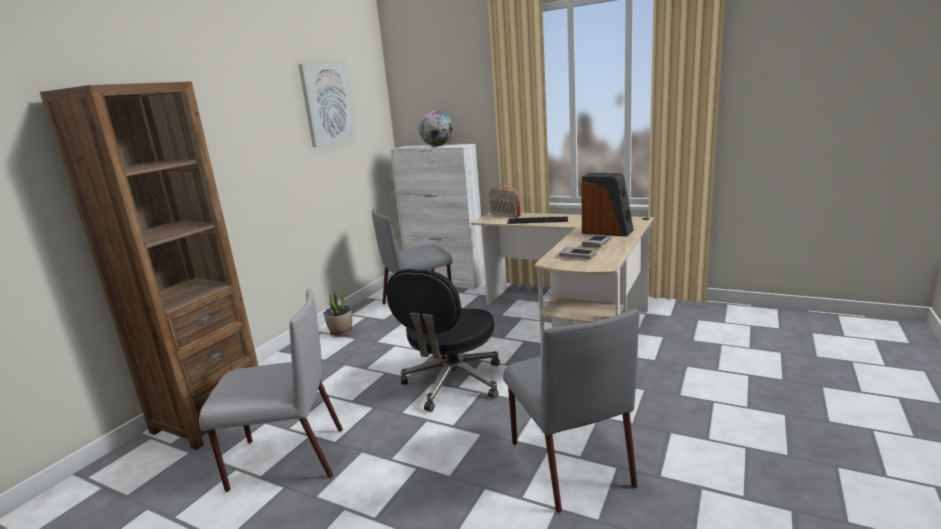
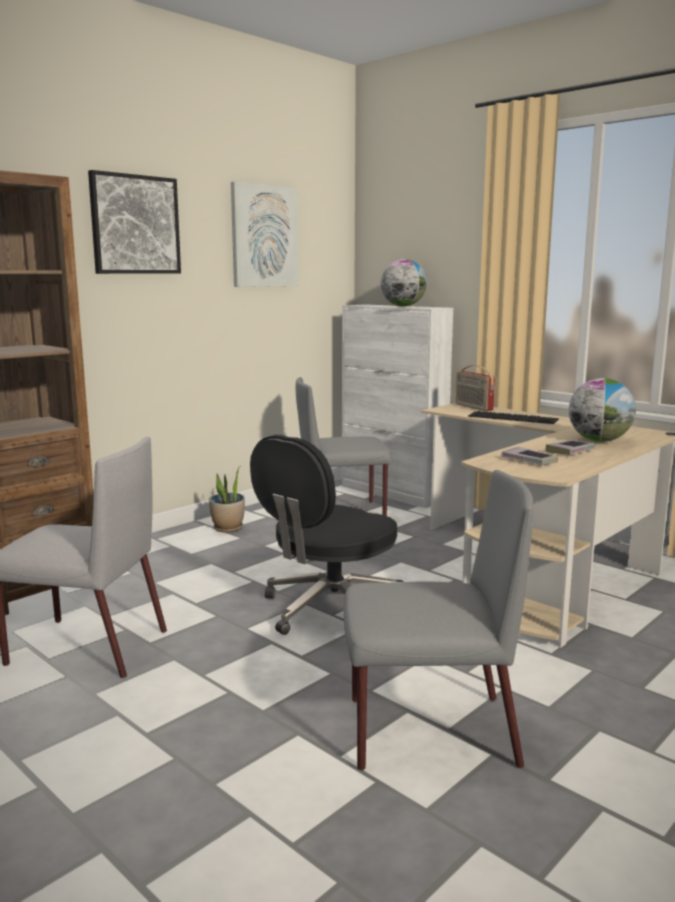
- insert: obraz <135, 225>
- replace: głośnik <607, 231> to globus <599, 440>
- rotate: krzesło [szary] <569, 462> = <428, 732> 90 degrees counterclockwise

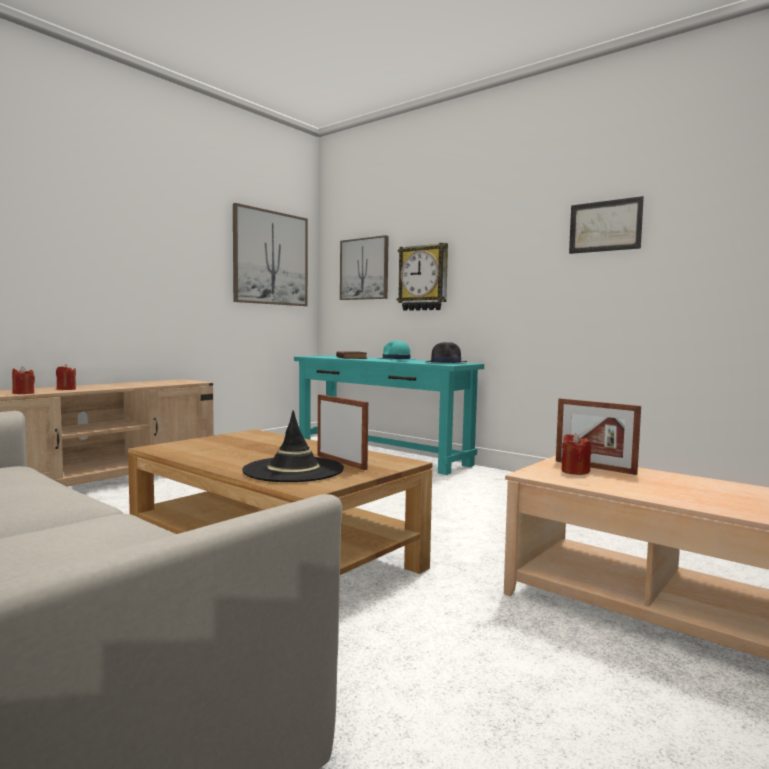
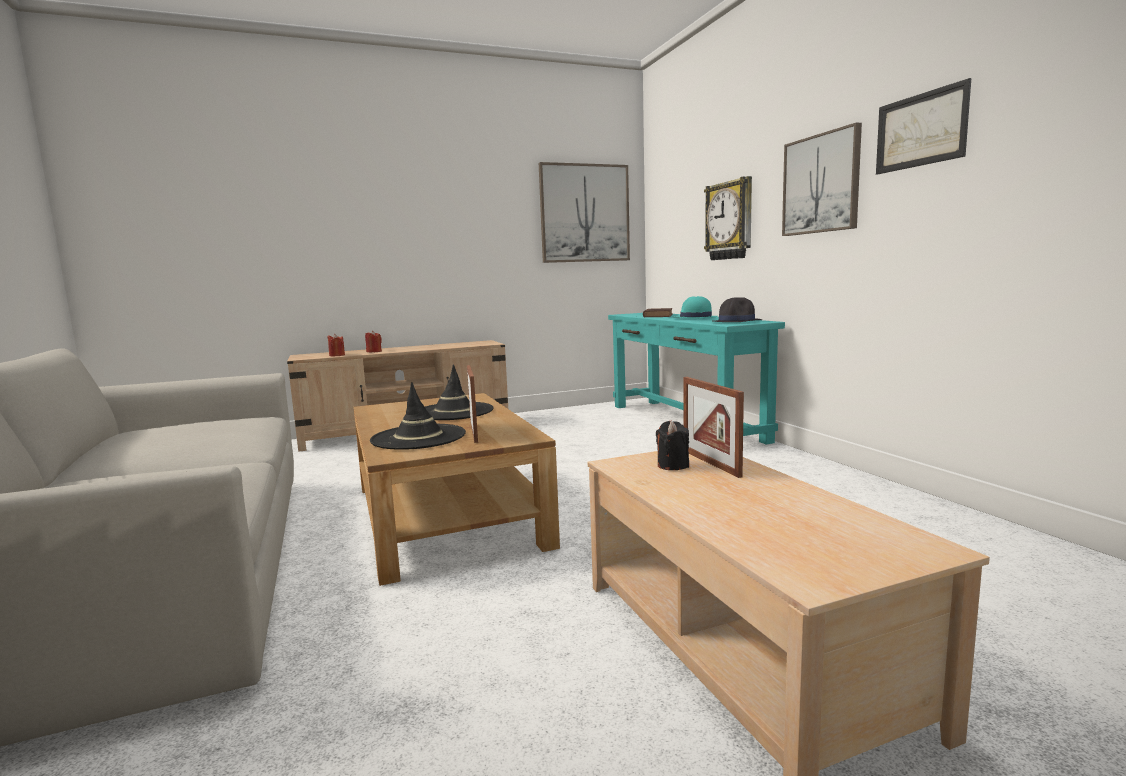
- insert: kapelusz [czarny] <454, 412>
- move: obraz <364, 269> to <821, 184>
- recolor: świeca [czerwony] <575, 471> to świeca [czarny] <673, 465>

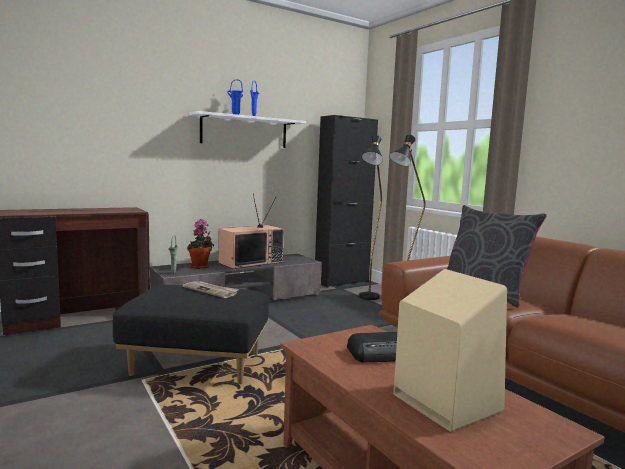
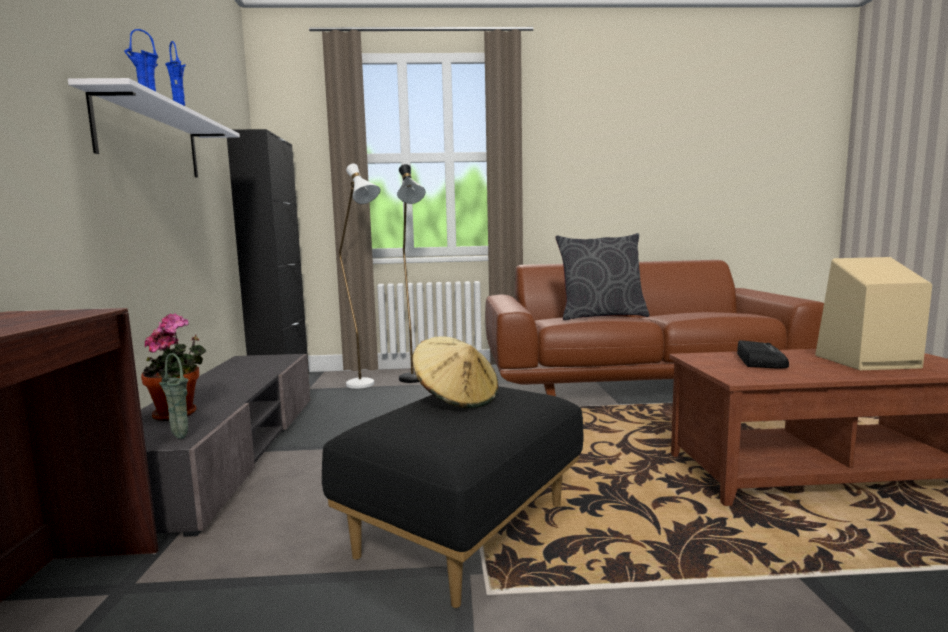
- delete: telewizor <251, 262>
- replace: gazeta <211, 291> to kapelusz [beżowy] <456, 399>
- recolor: lampa stojąca [czarny] <368, 299> to lampa stojąca [biały] <366, 386>

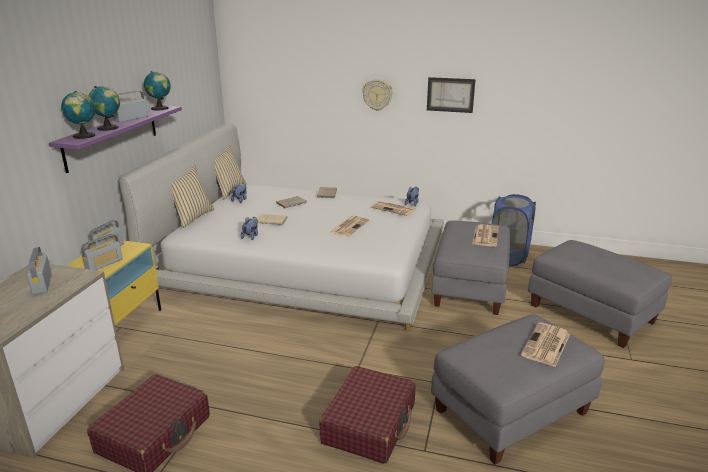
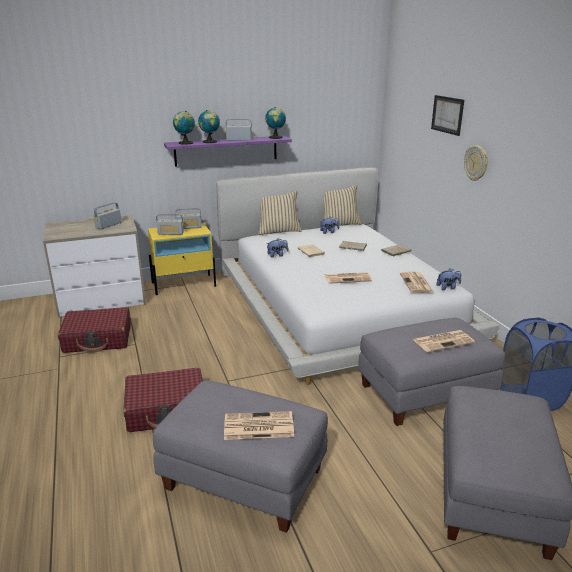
- move: obraz <450, 95> to <447, 114>

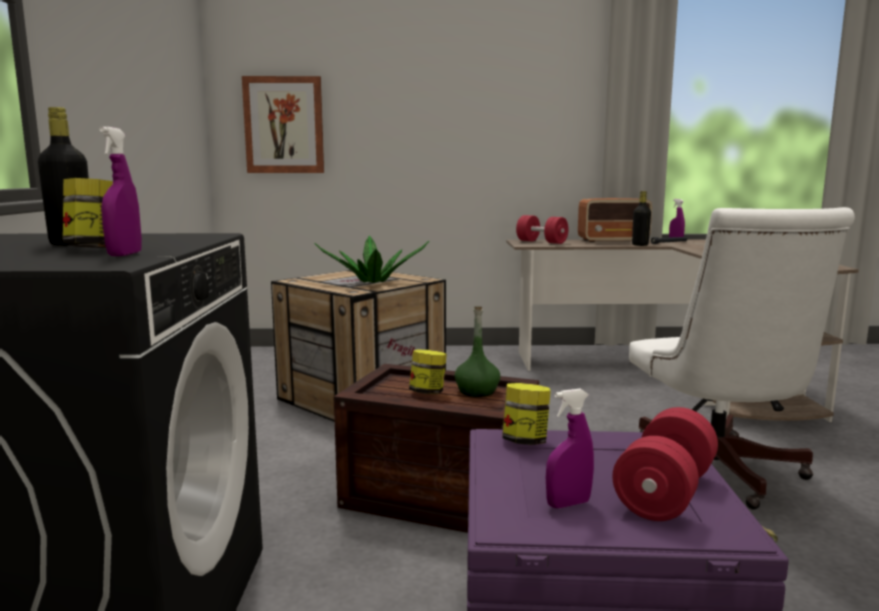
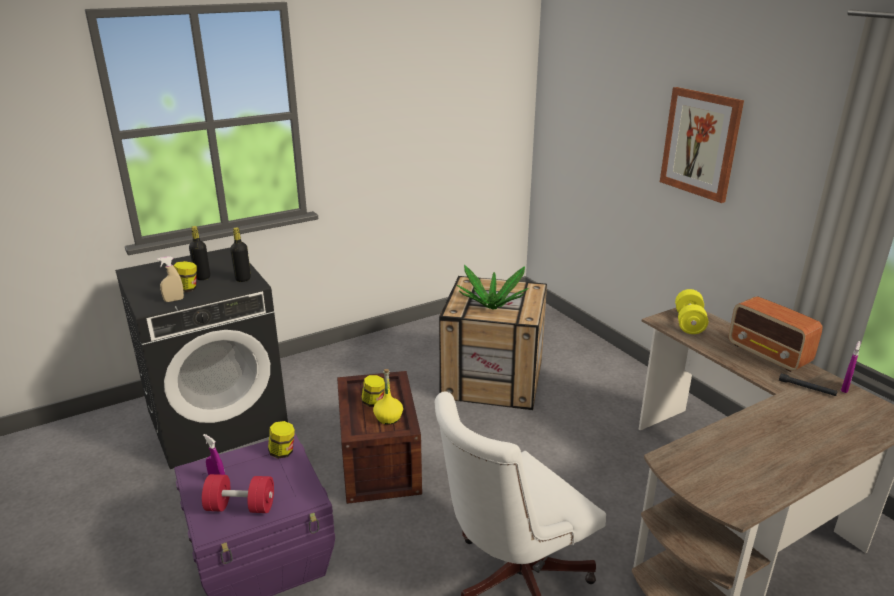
- move: obraz <284, 125> to <700, 143>
- move: butelka [czarny] <640, 245> to <243, 279>
- recolor: spryskiwacz [fioletowy] <125, 254> to spryskiwacz [beżowy] <174, 300>
- recolor: butelka [zielony] <477, 391> to butelka [żółty] <388, 418>
- recolor: hantel [czerwony] <541, 242> to hantel [żółty] <689, 323>

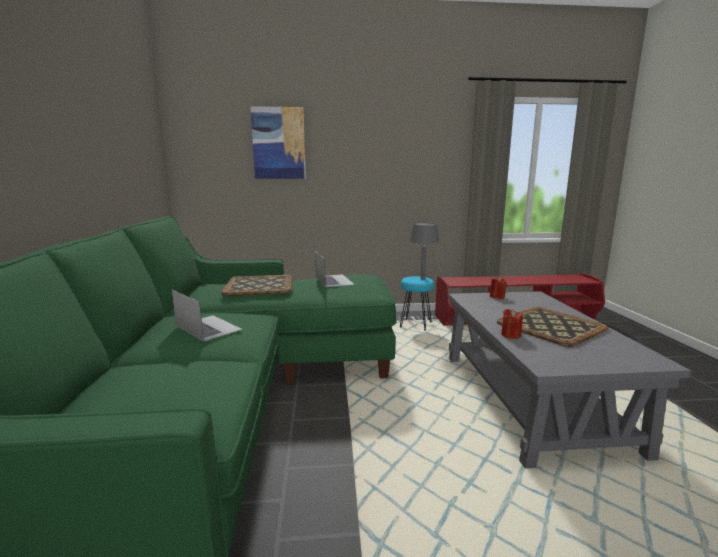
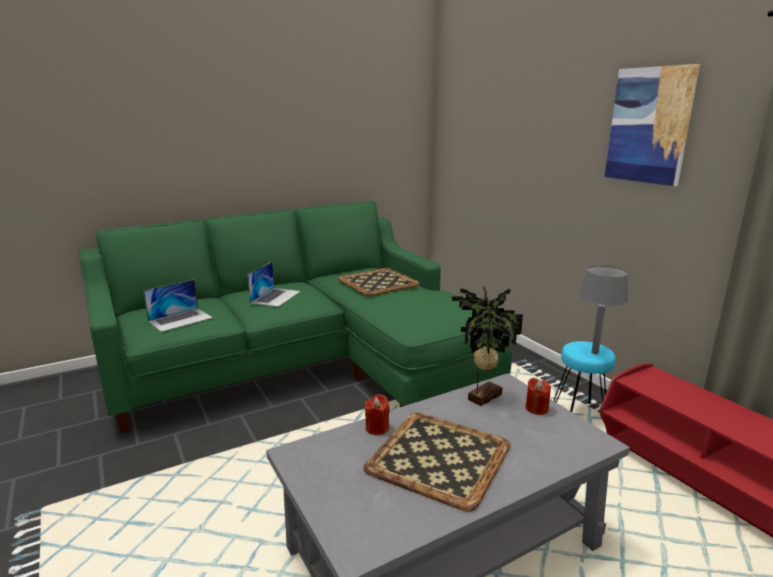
- insert: roślina doniczkowa <482, 396>
- move: obraz <279, 143> to <649, 125>
- move: laptop <334, 280> to <180, 319>

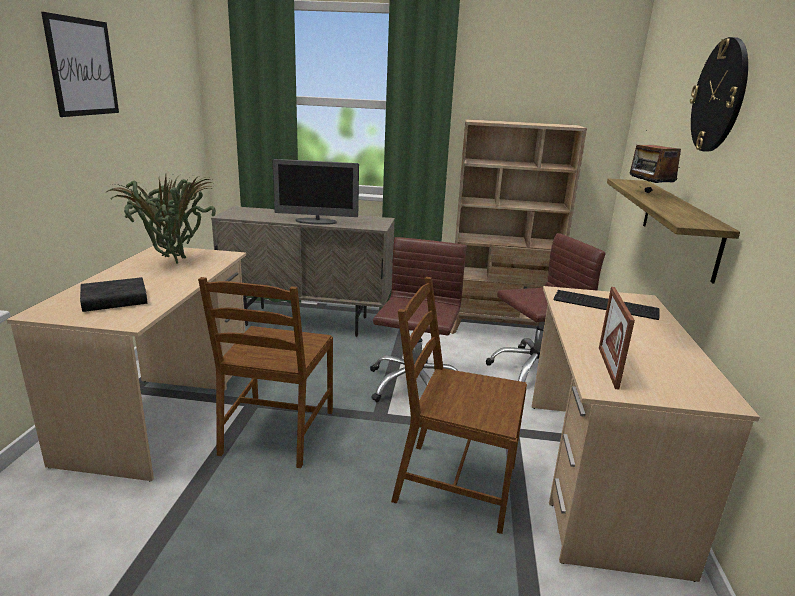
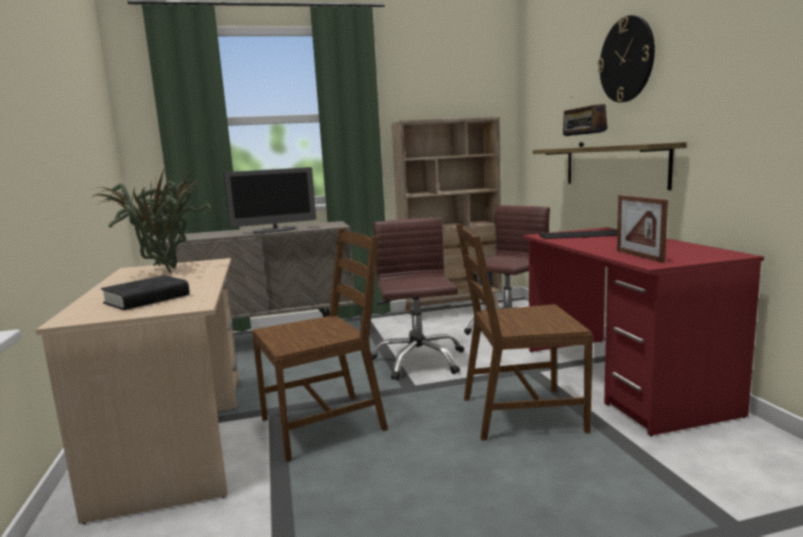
- delete: obraz <82, 67>
- recolor: biurko [beżowy] <597, 477> to biurko [czerwony] <620, 379>
- rotate: krzesło [brązowy] <277, 432> = <324, 424> 105 degrees counterclockwise

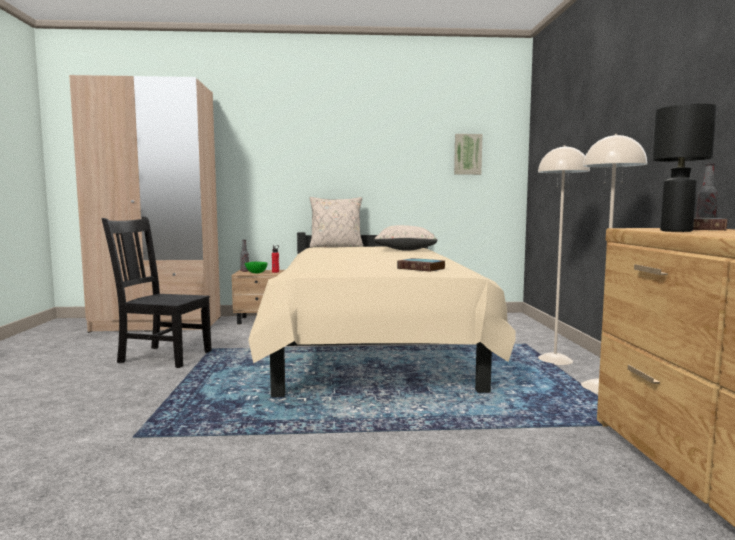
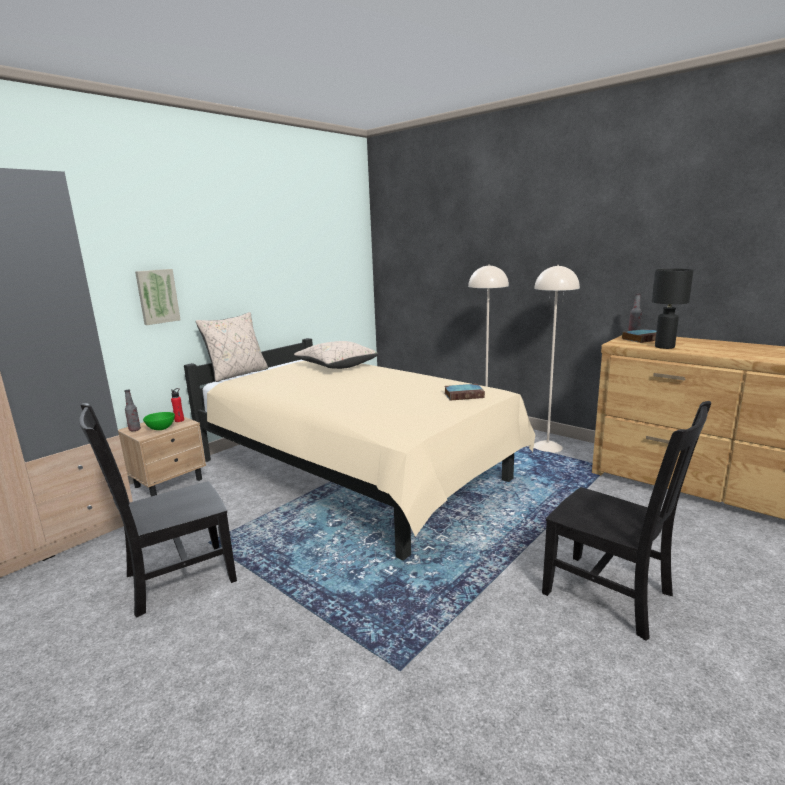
- insert: krzesło [czarny] <611, 595>
- move: obraz <467, 154> to <157, 296>

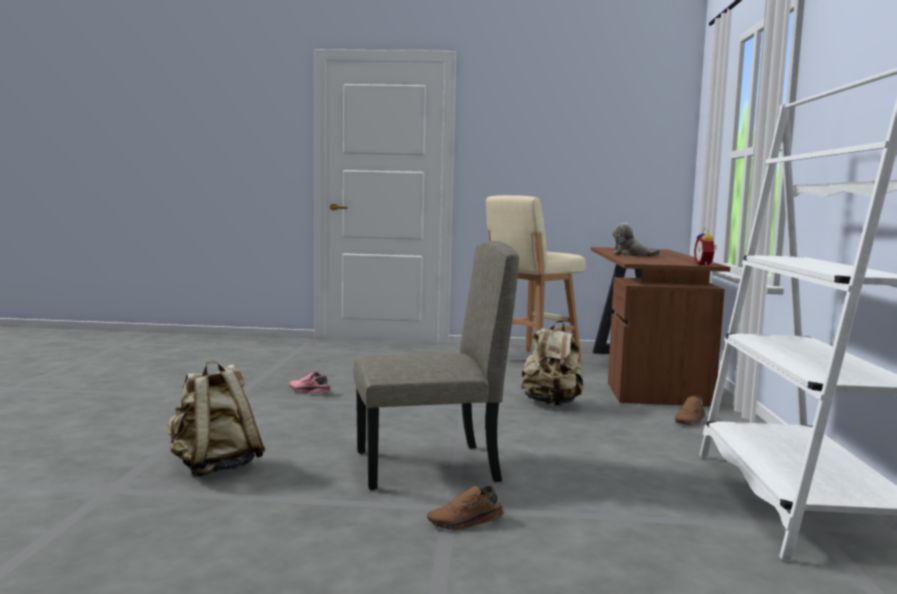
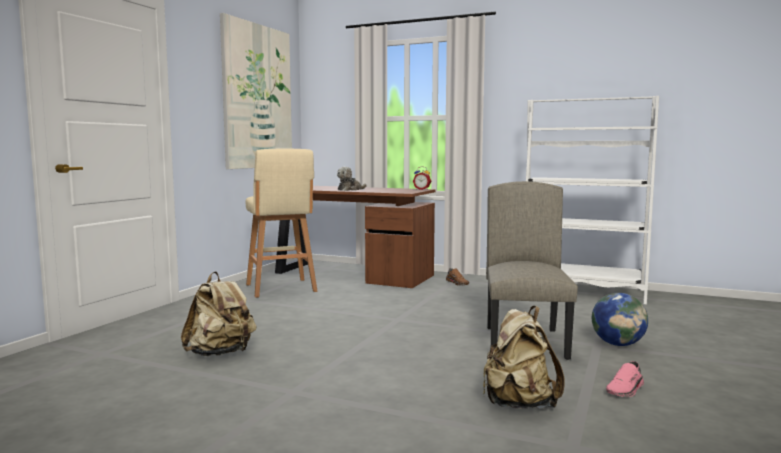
- insert: obraz <257, 97>
- move: but [różowy] <308, 392> to <626, 390>
- move: plecak [beżowy] <551, 404> to <221, 353>
- replace: but [brązowy] <466, 522> to globus <618, 344>

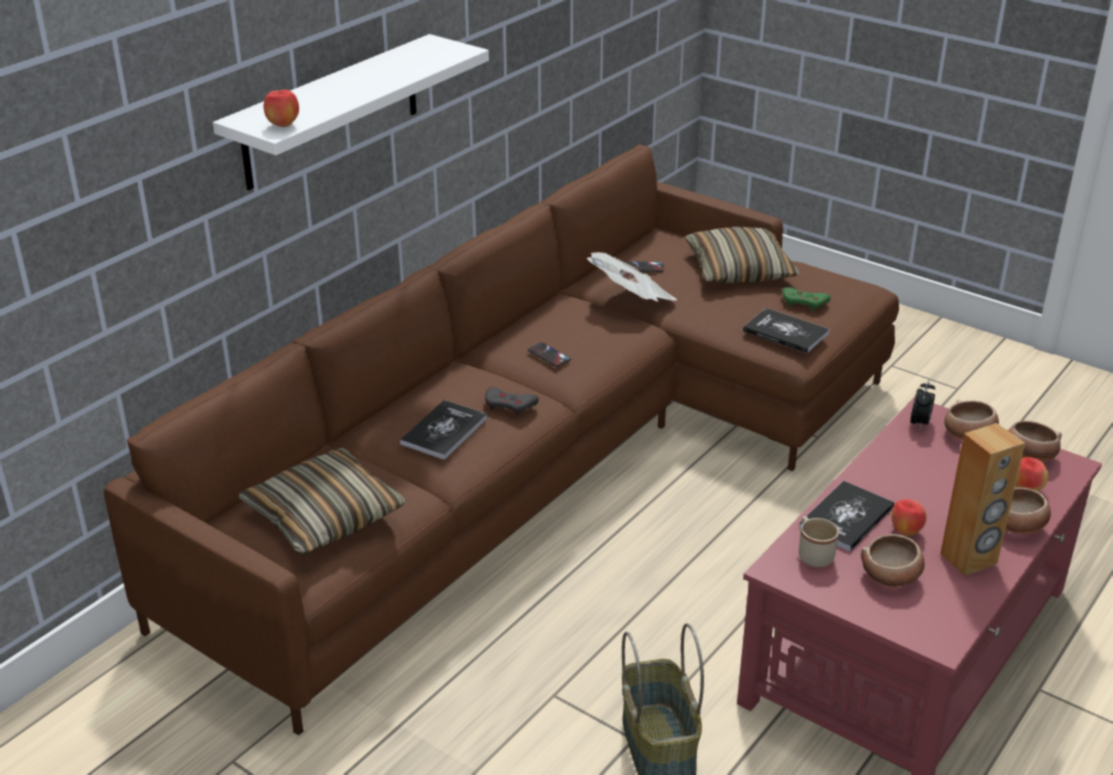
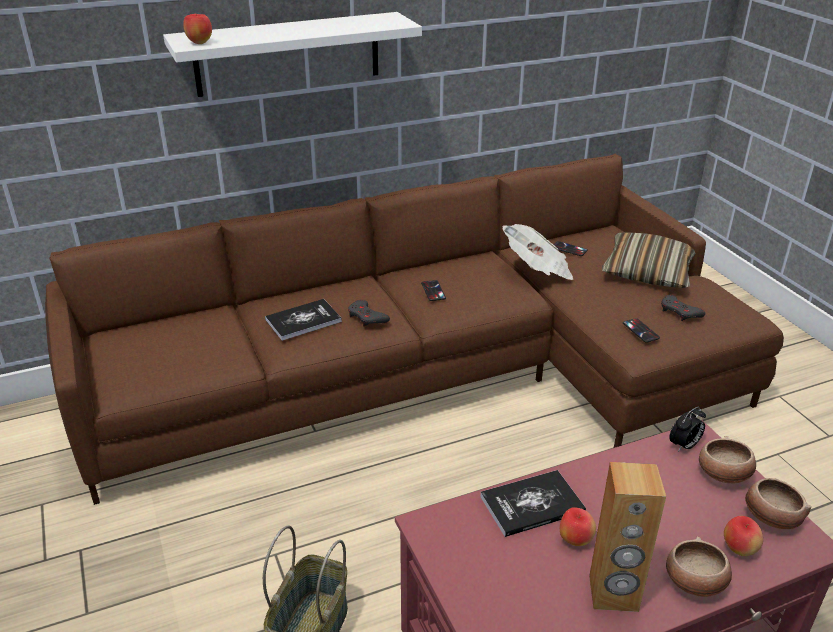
- delete: poduszka <324, 516>
- delete: kubek [beżowy] <813, 554>
- delete: miska <891, 576>
- replace: książka <785, 332> to telefon <641, 330>
- recolor: pad do gier [zielony] <804, 302> to pad do gier [szary] <680, 312>

